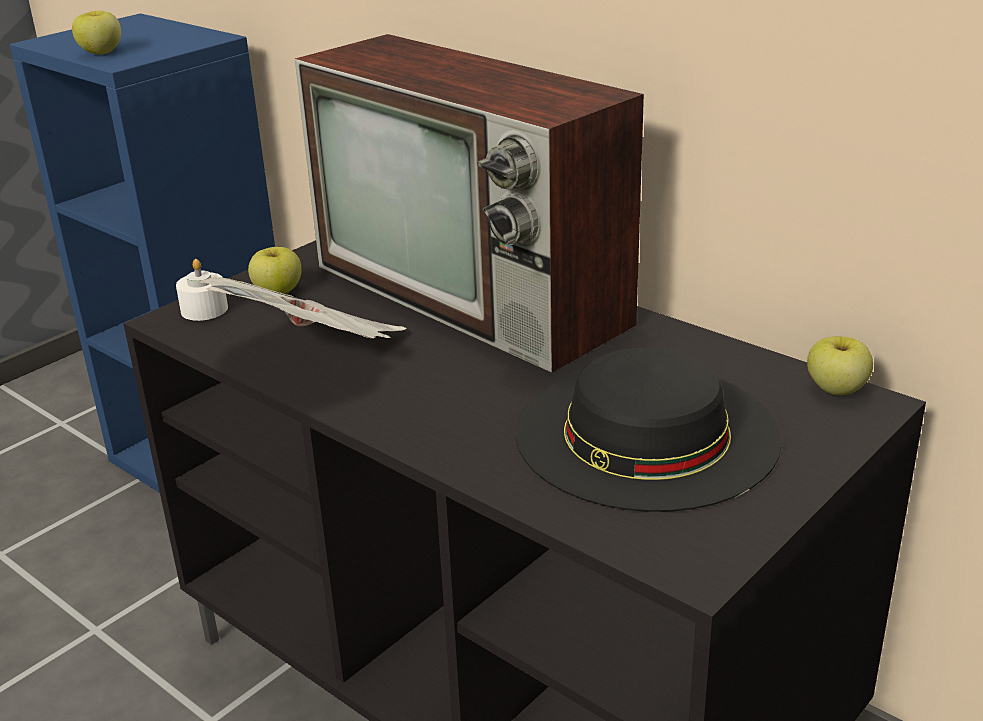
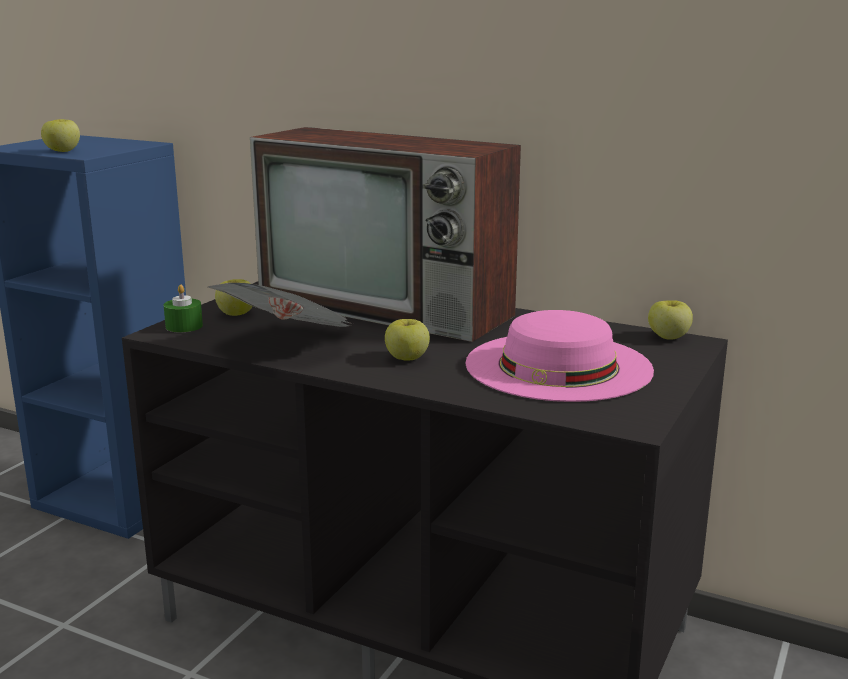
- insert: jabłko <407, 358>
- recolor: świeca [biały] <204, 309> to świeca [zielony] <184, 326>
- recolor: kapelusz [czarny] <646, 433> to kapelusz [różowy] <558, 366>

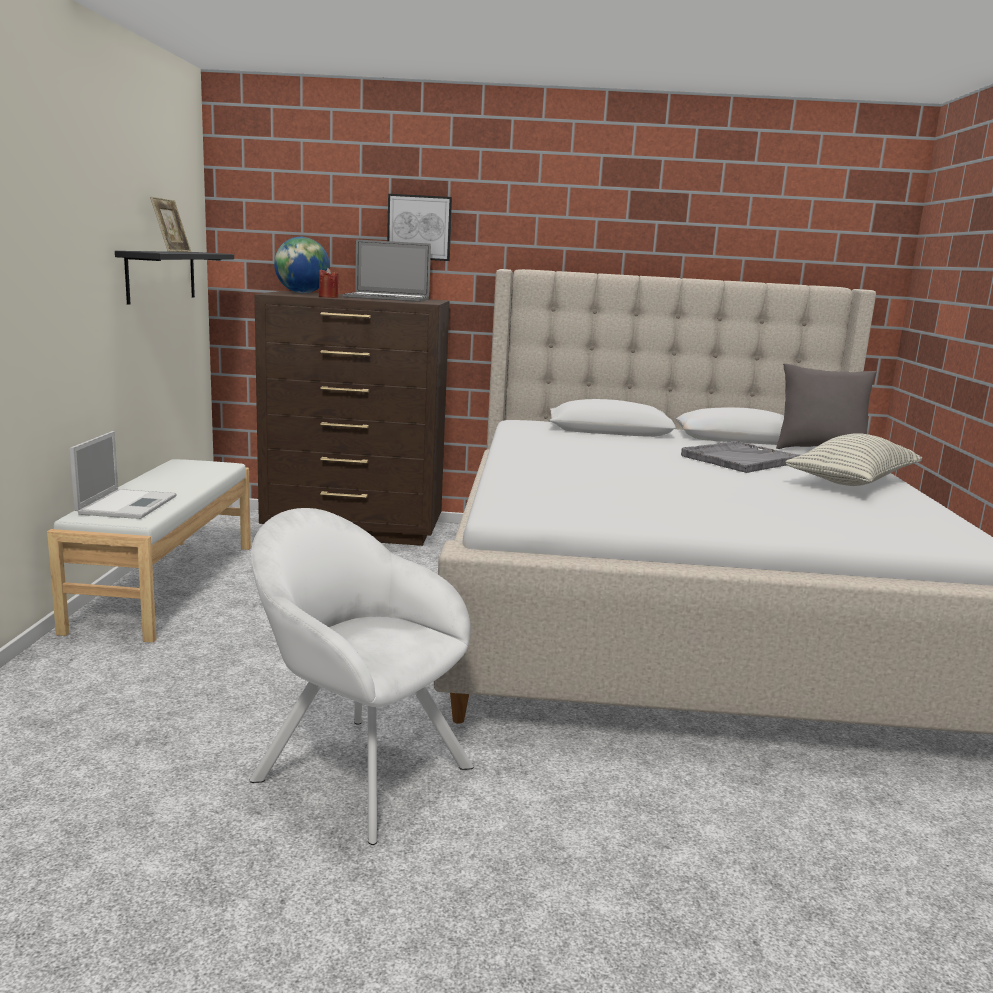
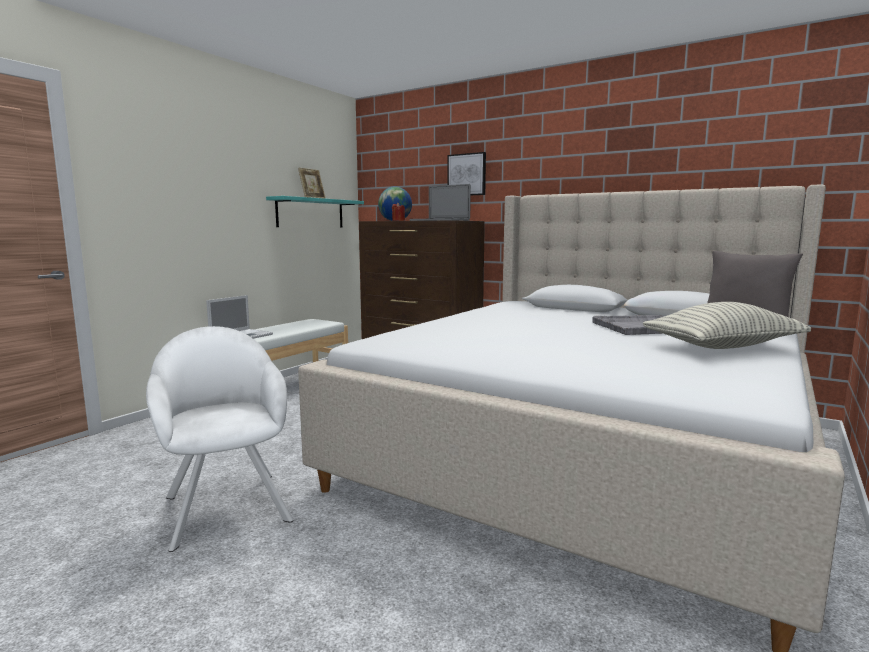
- recolor: półka [czarny] <161, 276> to półka [turkusowy] <310, 213>

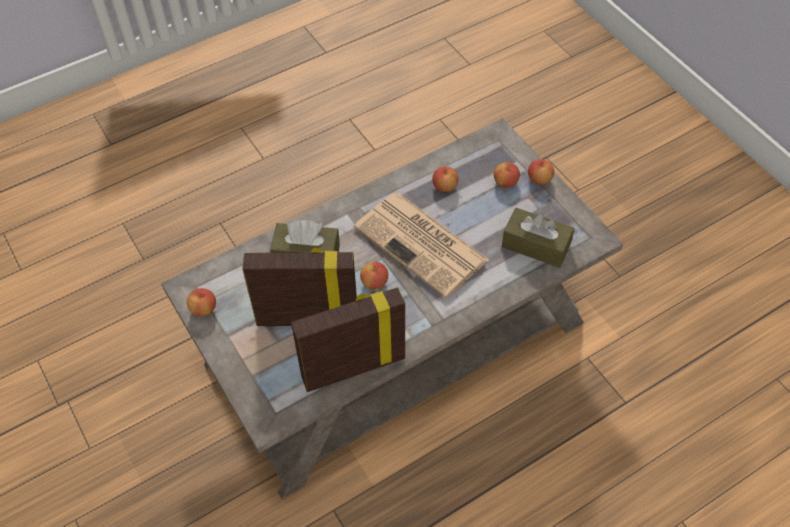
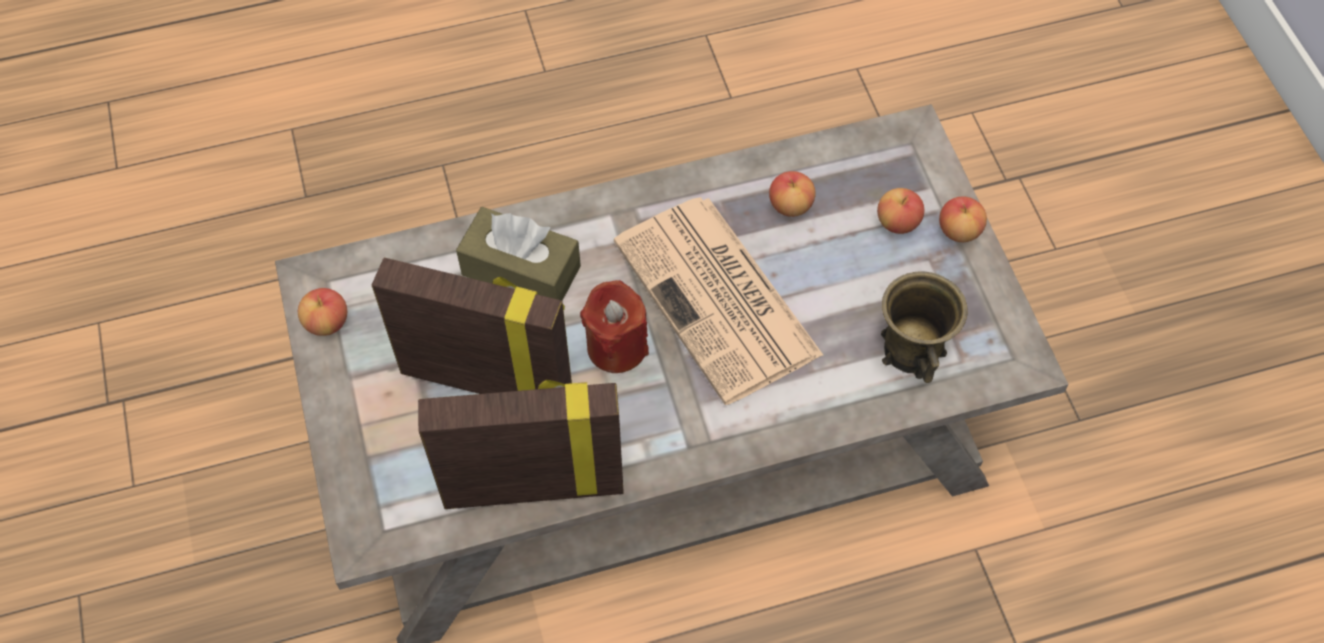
- replace: jabłko <374, 282> to świeca [czerwony] <616, 346>
- replace: pudełko chusteczek [brązowy] <536, 245> to kubek [brązowy] <912, 349>

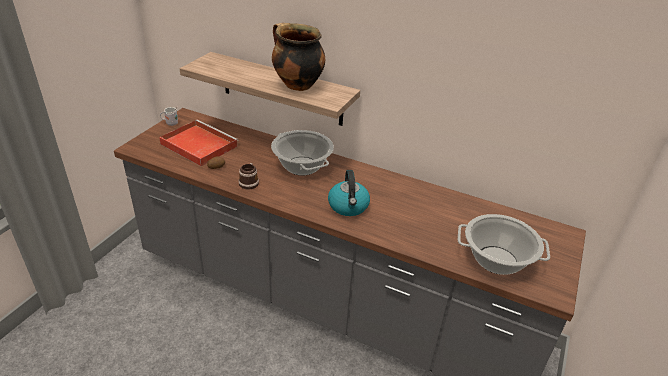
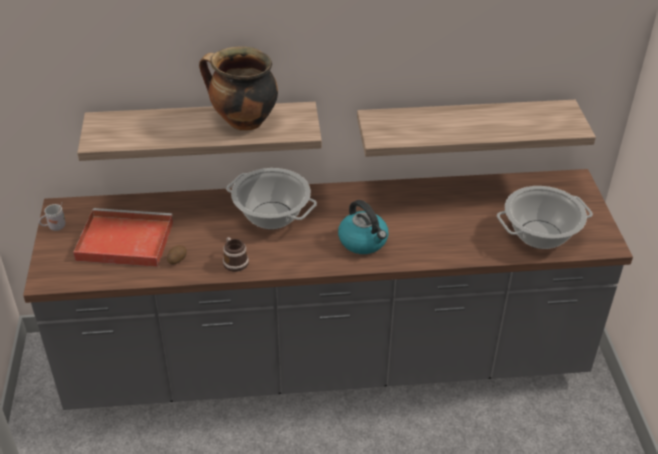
- insert: półka <464, 127>

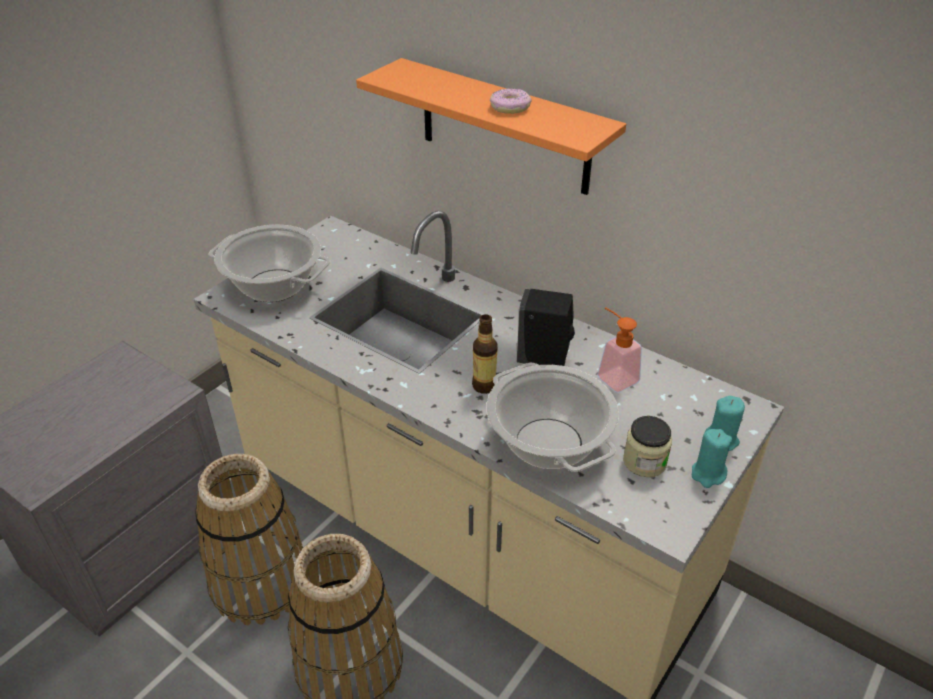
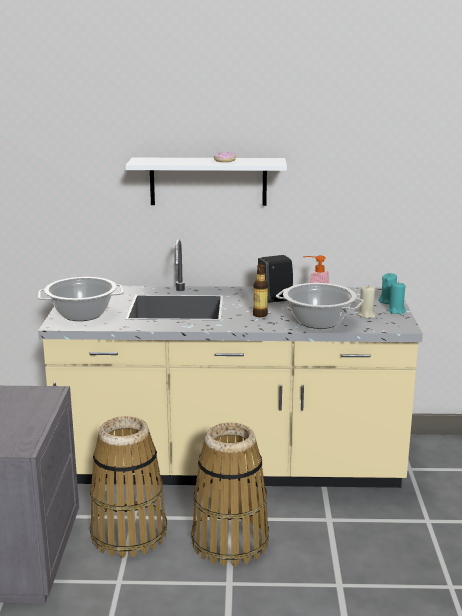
- replace: słoik <644, 461> to świeca [beżowy] <366, 315>
- recolor: półka [pomarańczowy] <504, 127> to półka [biały] <208, 181>

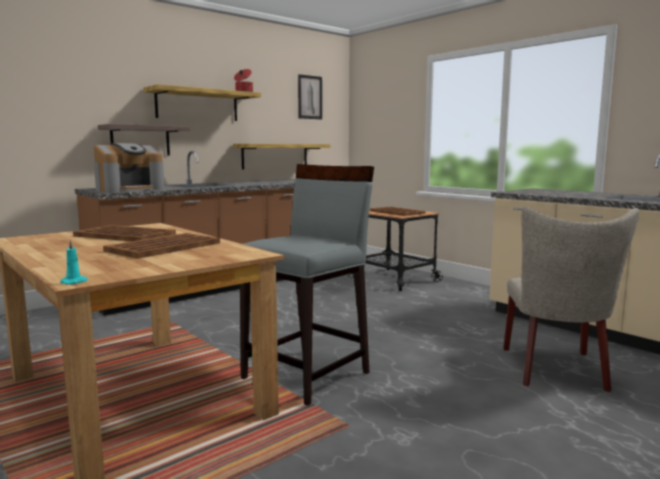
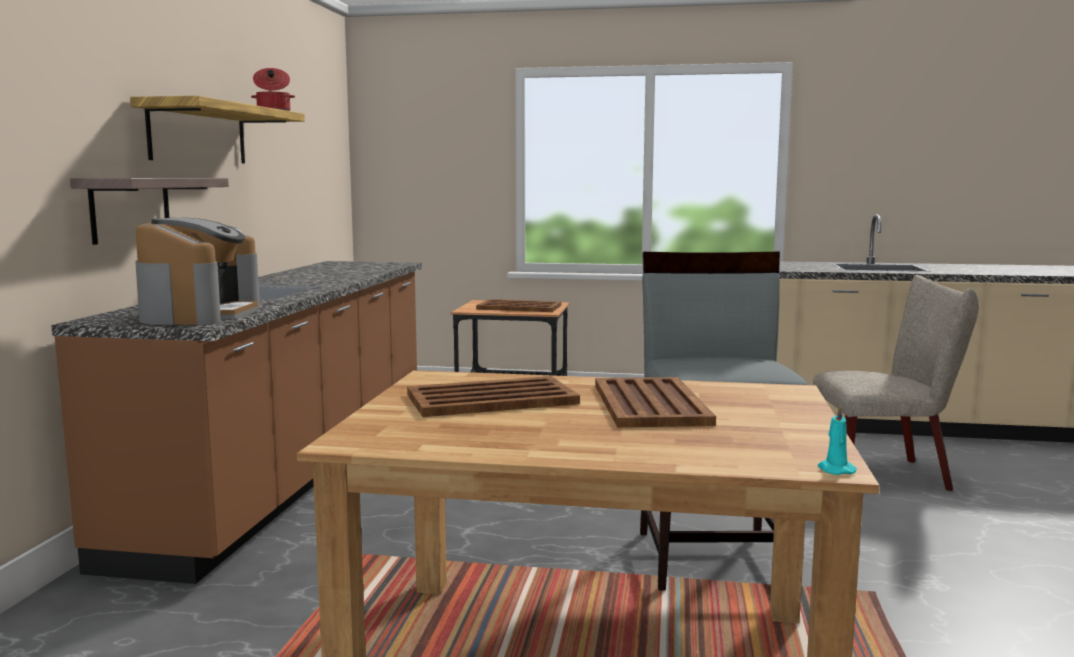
- delete: półka <275, 156>
- delete: obraz <310, 97>
- rotate: krzesło [beżowy] <556, 371> = <887, 475> 60 degrees counterclockwise

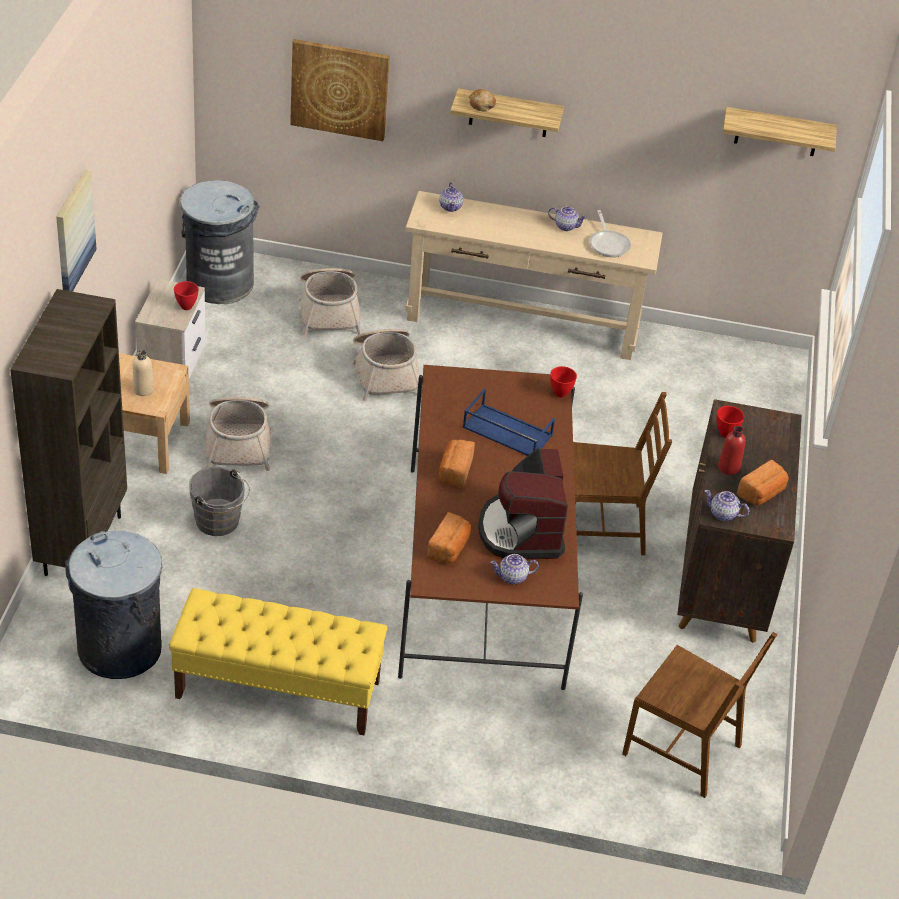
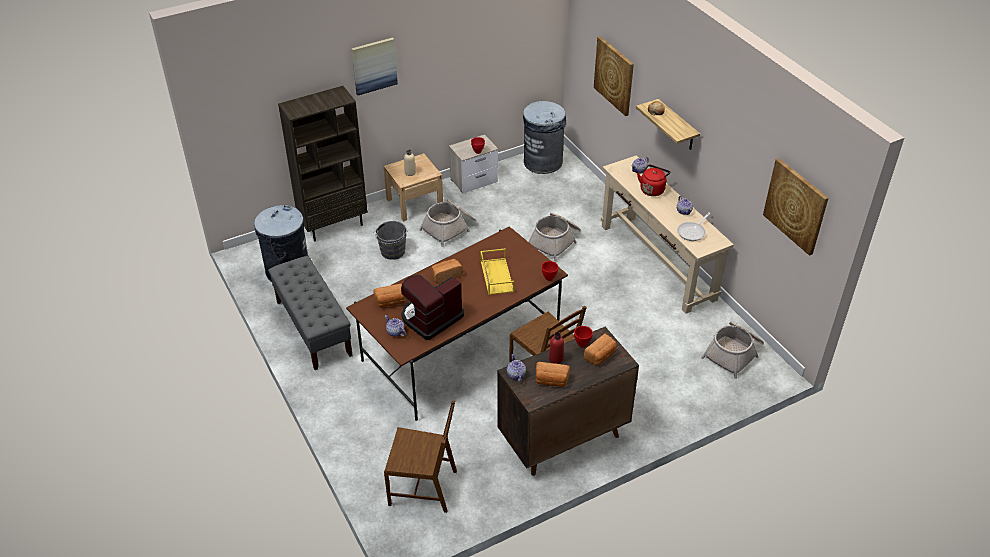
- insert: chleb <600, 356>
- insert: czajnik [czerwony] <652, 189>
- move: koszyk <329, 310> to <734, 353>
- replace: półka <777, 132> to obraz <796, 206>
- recolor: ławka [żółty] <277, 689> to ławka [szary] <313, 328>
- recolor: taca [niebieski] <506, 431> to taca [żółty] <496, 276>
- rotate: krzesło [brązowy] <683, 749> = <424, 487> 75 degrees counterclockwise

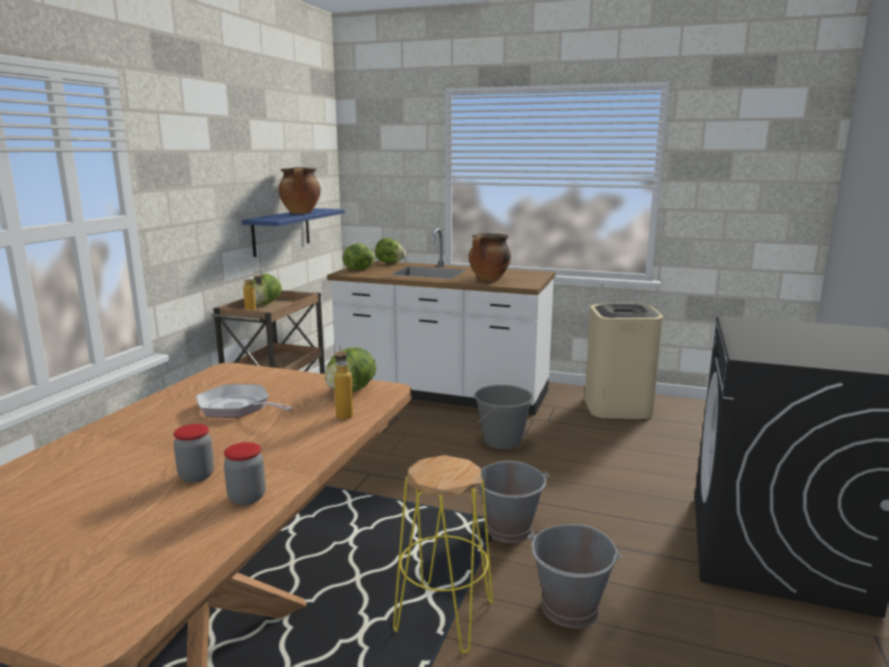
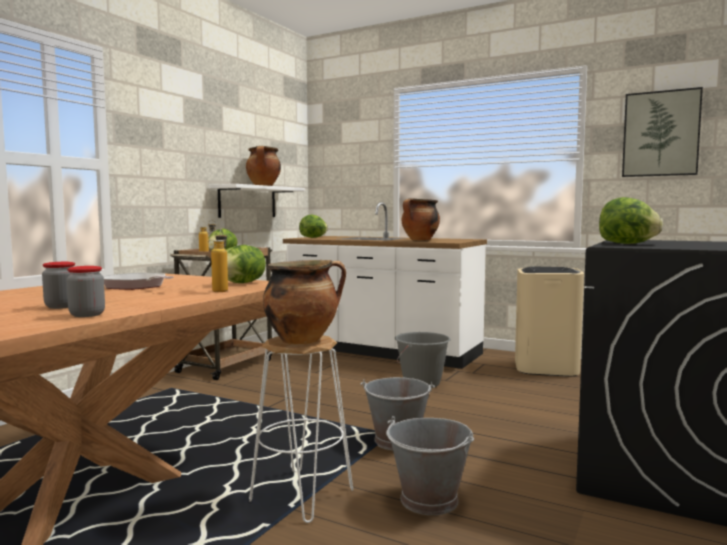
- insert: garnek <303, 340>
- insert: obraz <661, 134>
- move: sałata <390, 263> to <627, 243>
- recolor: półka [niebieski] <281, 231> to półka [biały] <247, 202>
- recolor: stołek [żółty] <444, 617> to stołek [biały] <301, 496>

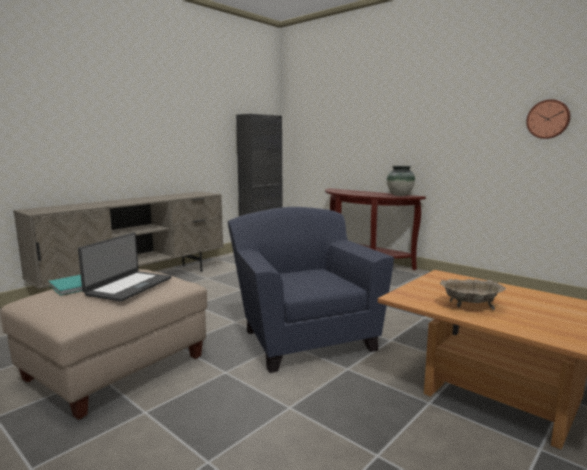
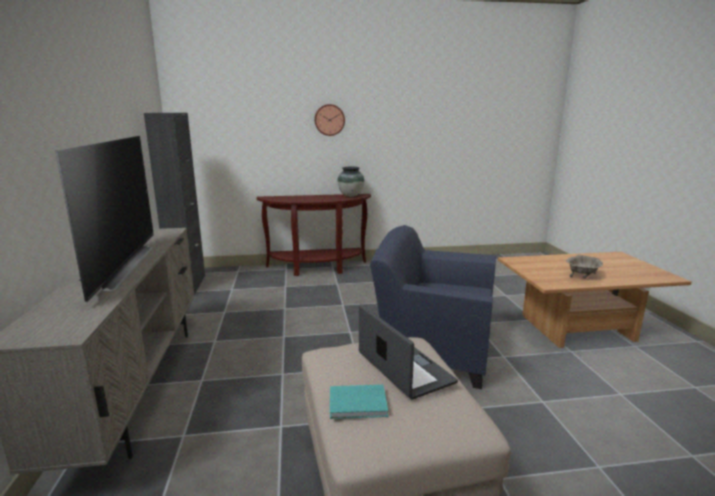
- insert: telewizor <118, 266>
- move: zegar ścienny <548, 119> to <329, 120>

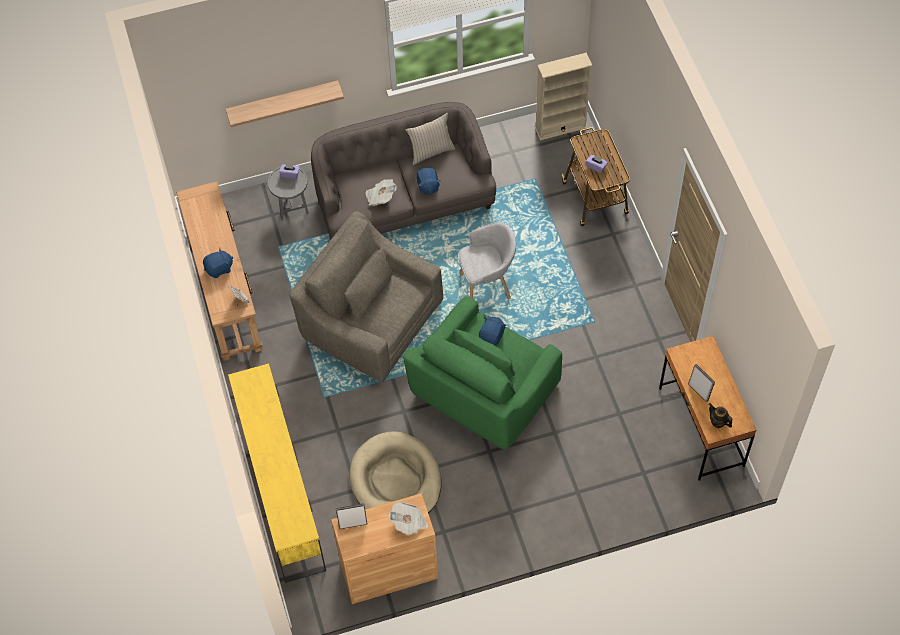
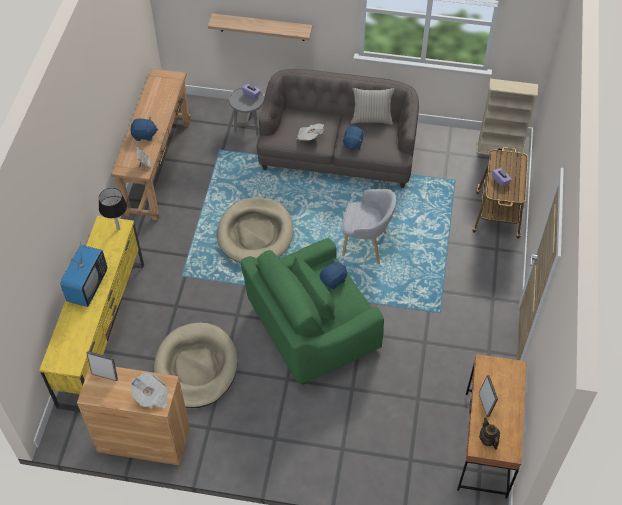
- insert: telewizor <87, 286>
- insert: lampa stołowa [czarny] <118, 228>
- replace: fotel [szary] <370, 320> to legowisko [beżowy] <255, 233>

